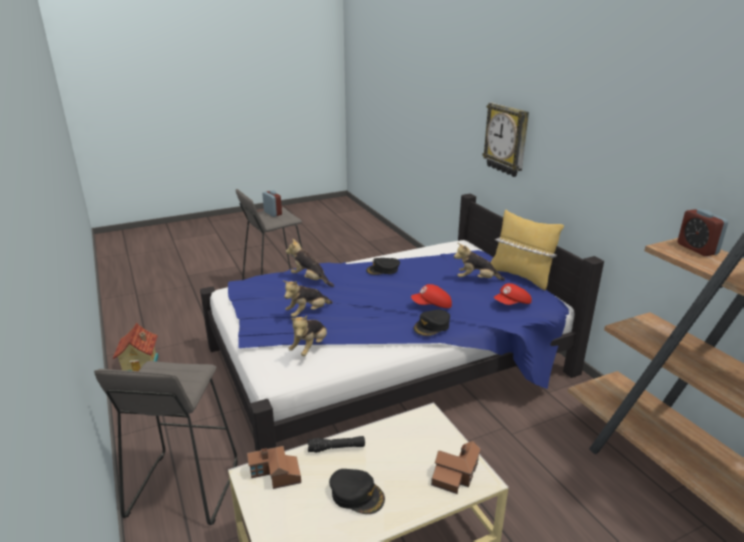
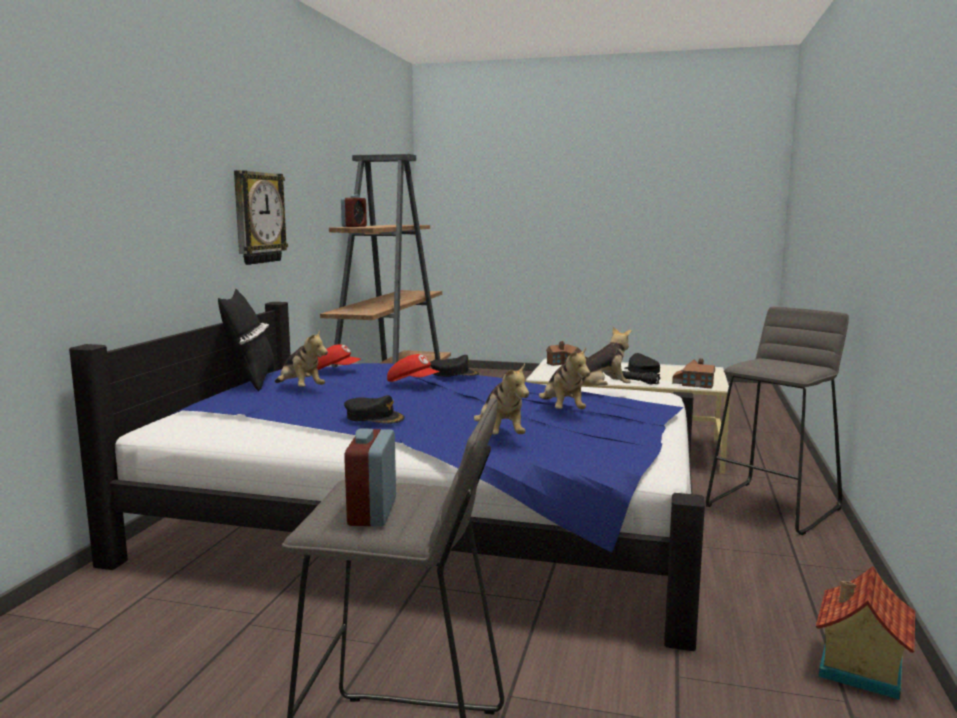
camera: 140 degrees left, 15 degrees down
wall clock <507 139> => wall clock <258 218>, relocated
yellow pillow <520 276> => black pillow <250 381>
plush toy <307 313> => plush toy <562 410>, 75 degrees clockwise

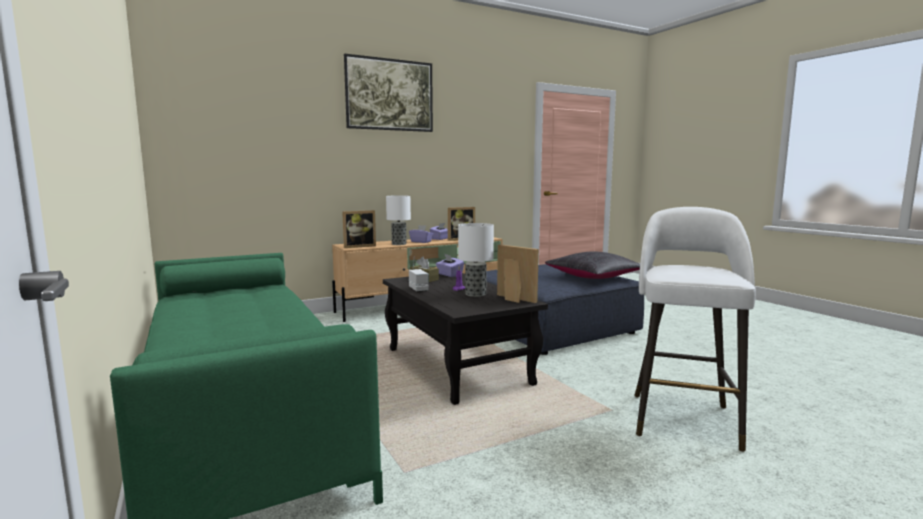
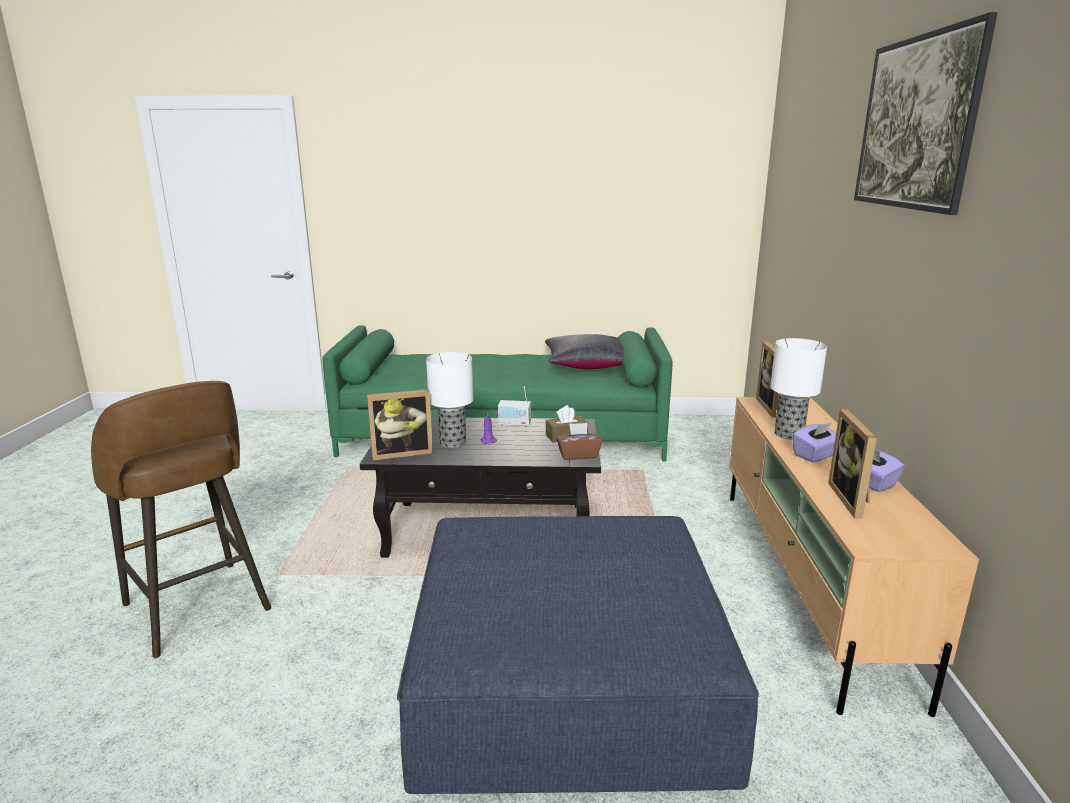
camera: 120 degrees right, 10 degrees up
black pillow <593 277> => black pillow <588 364>, relocated
purple tissue box <449 275> => brown tissue box <578 455>
white stool <683 418> => brown stool <198 609>

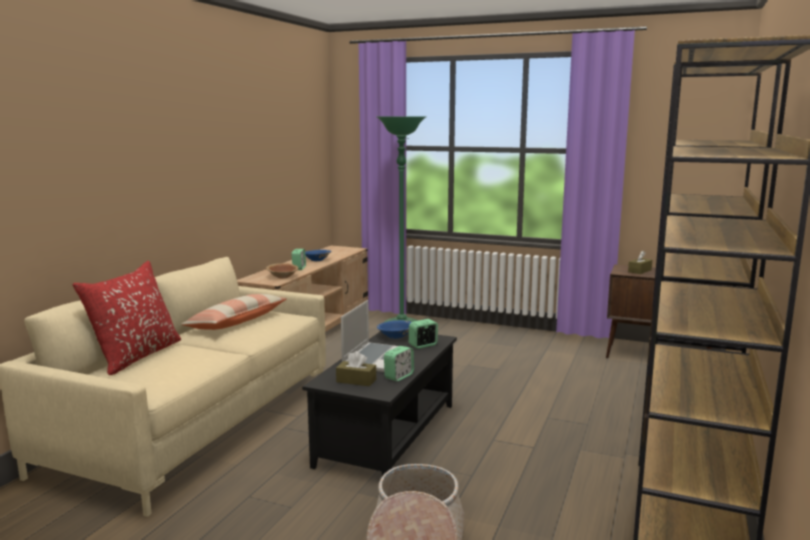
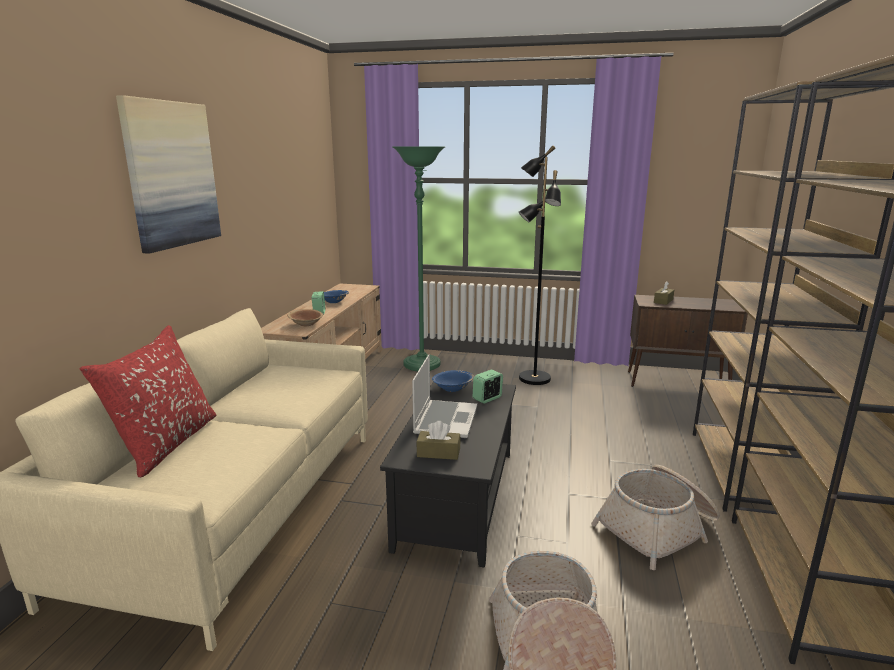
camera: 10 degrees left, 5 degrees up
pillow <237 322> => nothing
alarm clock <399 376> => nothing
nothing => picture <171 174>
nothing => black floor lamp <533 379>
nothing => basket <658 529>

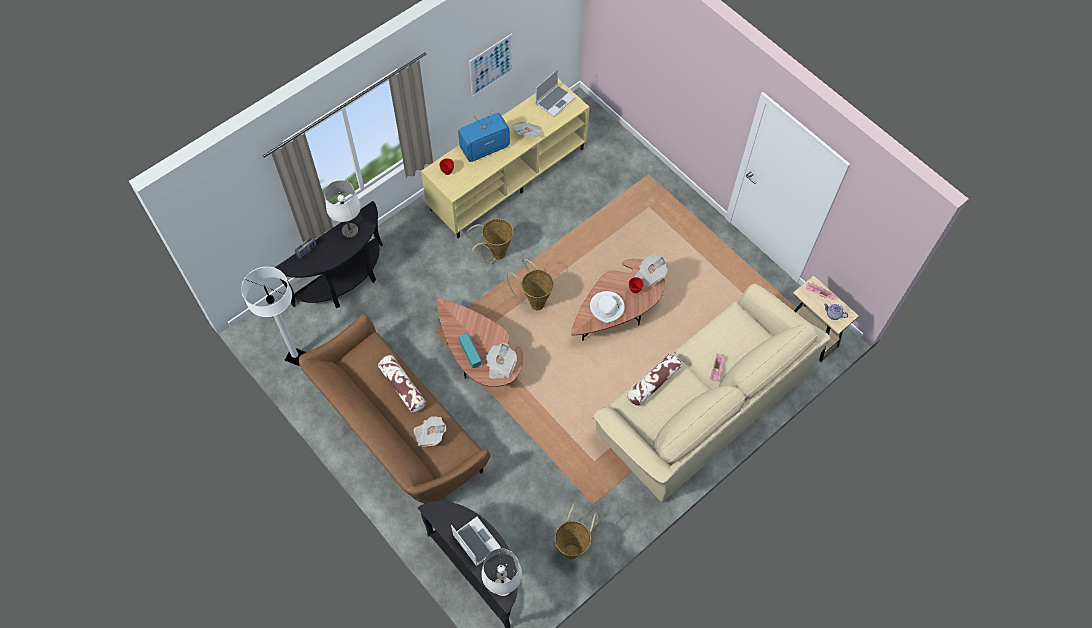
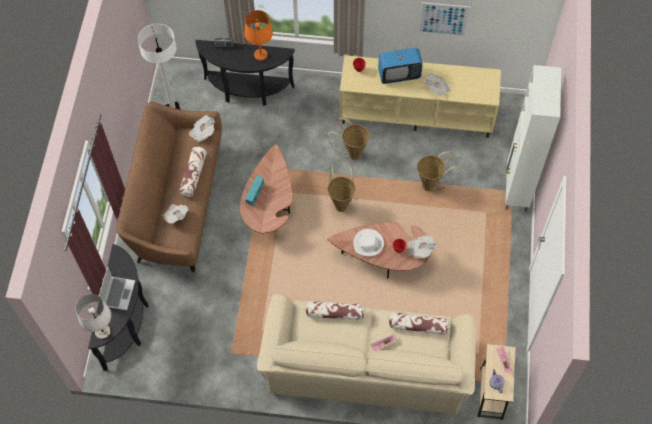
camera: 50 degrees right, 0 degrees up
laptop <555 100> => nothing
nothing => pillow <418 326>
nothing => white cabinet <516 190>
newspaper <500 365> => newspaper <202 132>, relocated
basket <573 547> => basket <431 185>, relocated
white table lamp <350 231> => orange table lamp <260 55>
television <485 148> => television <399 75>, 150 degrees clockwise

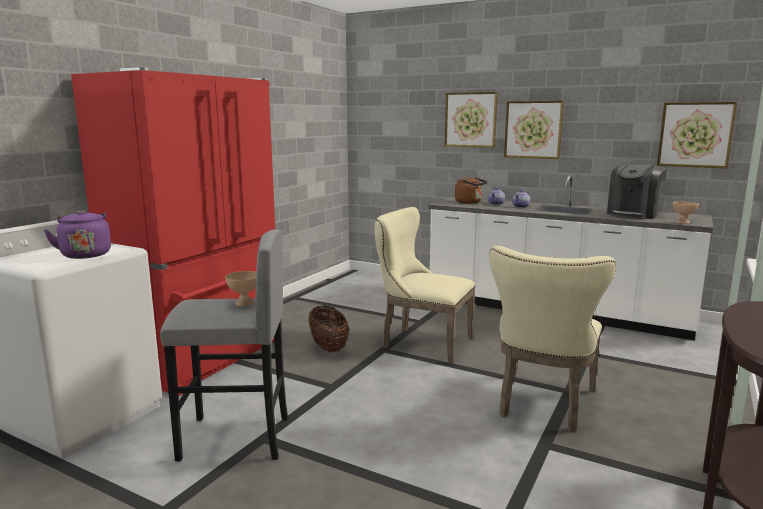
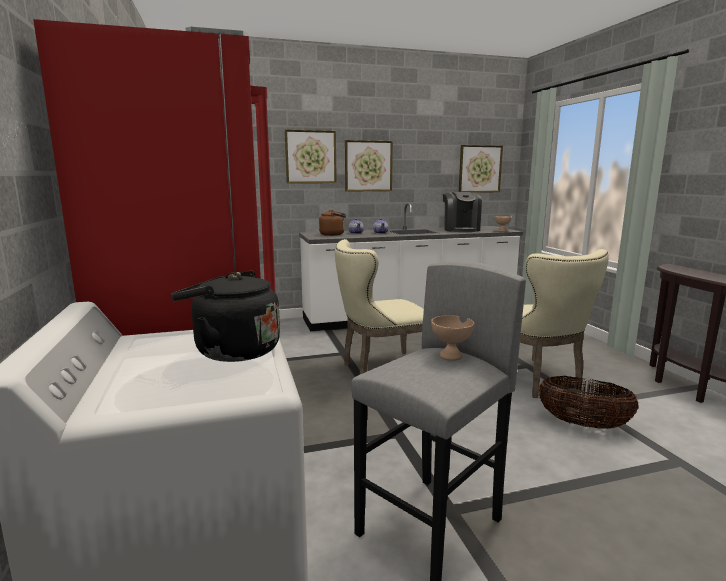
camera: 45 degrees left, 0 degrees up
basket <328 347> => basket <583 424>, relocated
purple kettle <85 254> => black kettle <232 351>

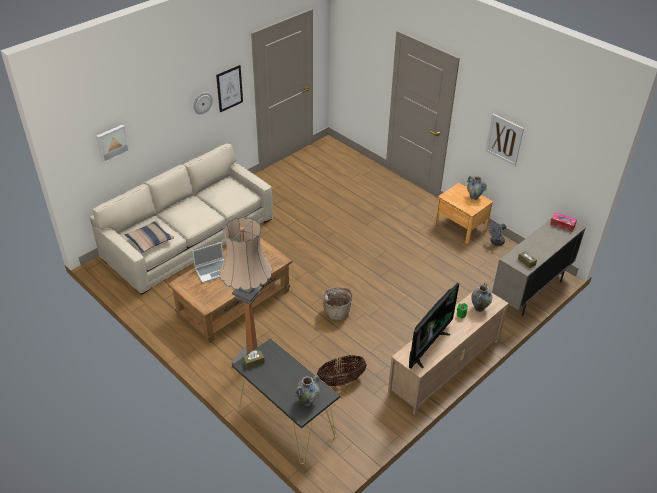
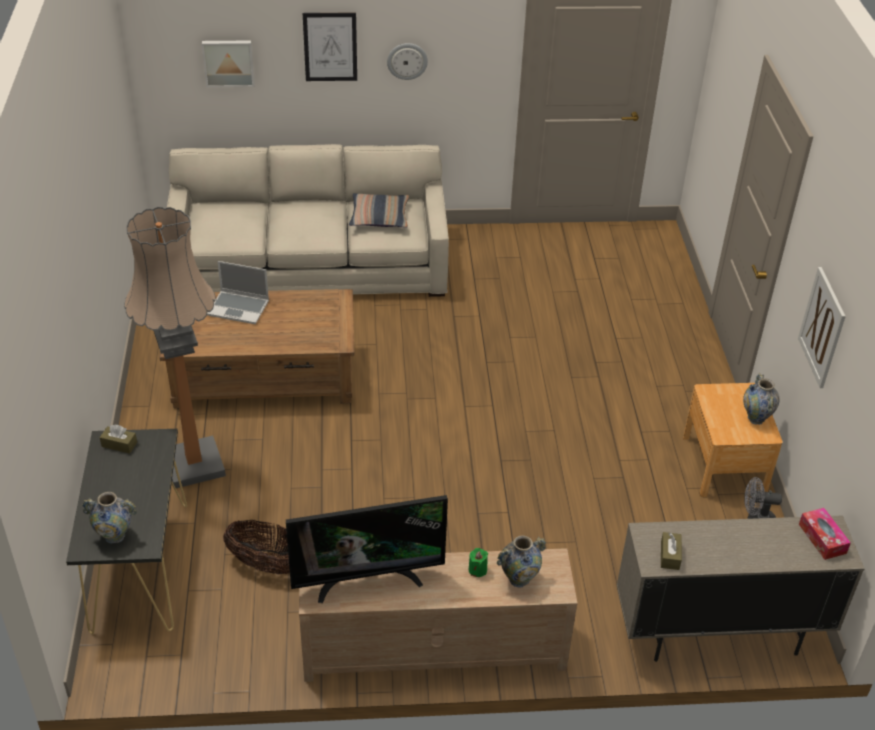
camera: 40 degrees right, 0 degrees up
basket <337 312> => nothing
pillow <150 240> => pillow <379 217>, relocated
picture <229 88> => picture <330 47>, relocated

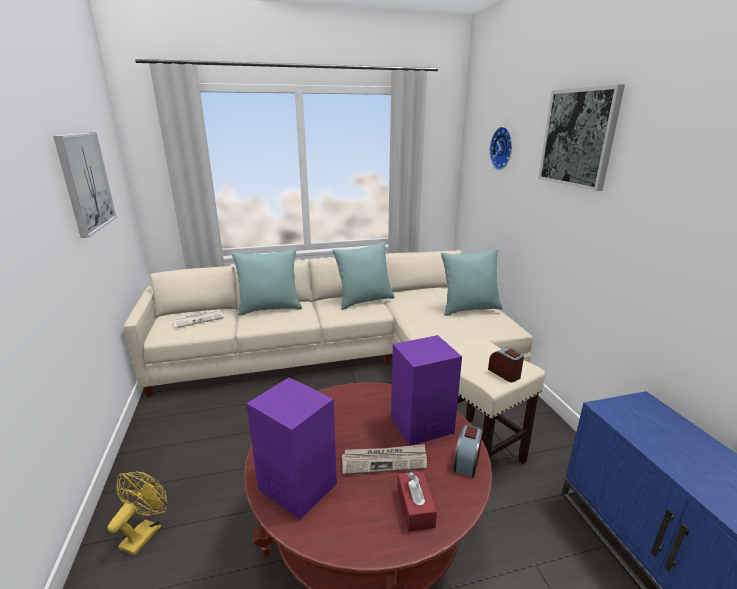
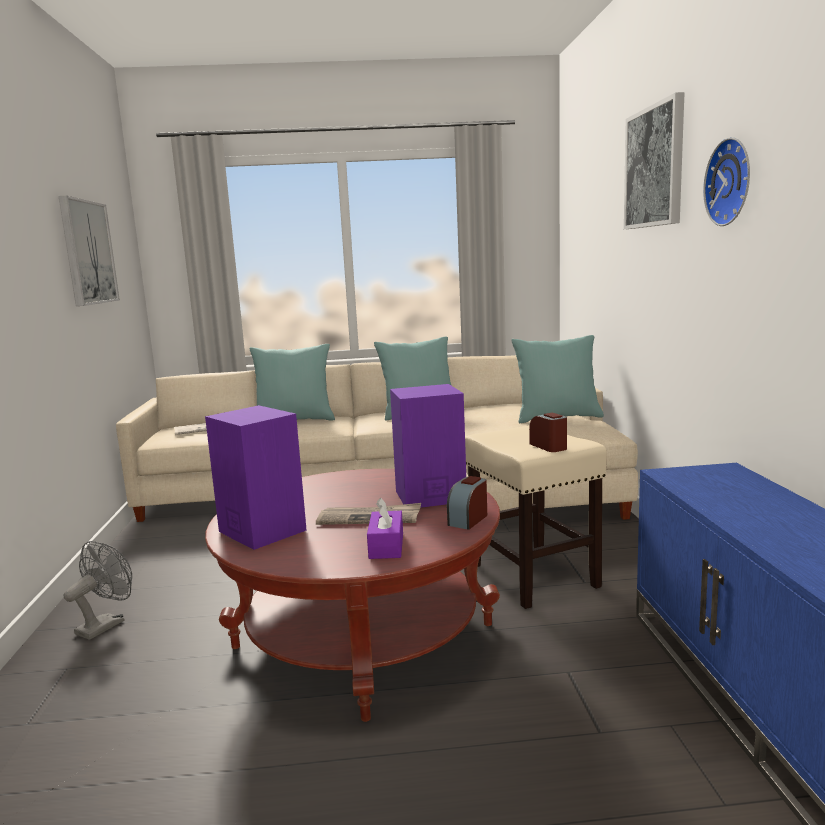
camera: 10 degrees right, 10 degrees down
wall clock <503 148> => wall clock <732 182>, relocated
yellow fan <145 532> => grey fan <106 624>
red tissue box <415 507> => purple tissue box <386 546>

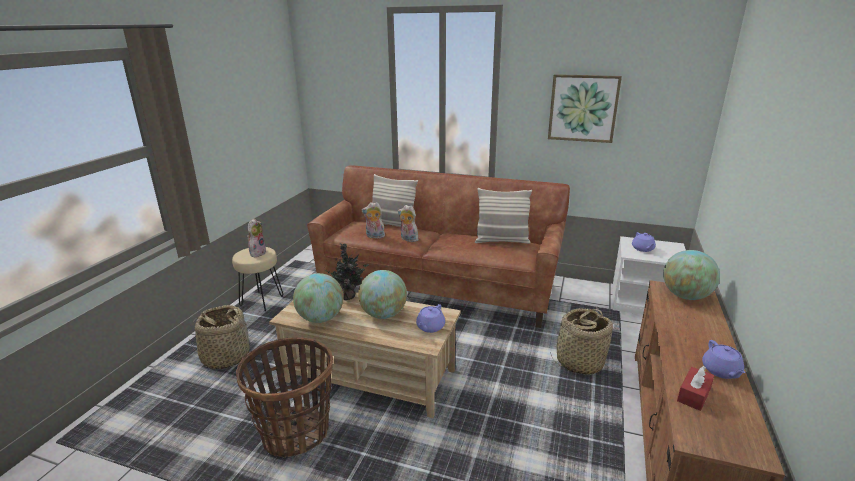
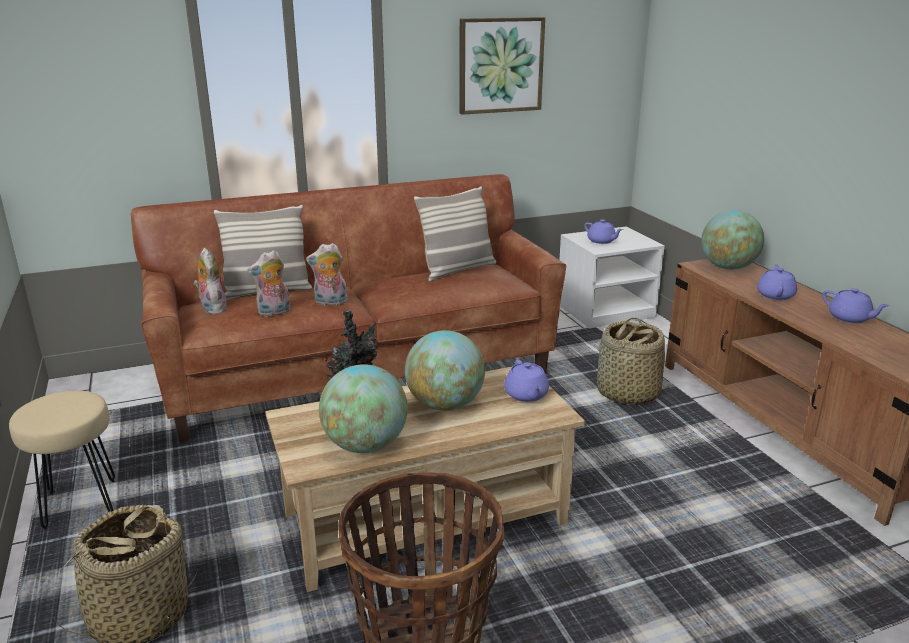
camera: 40 degrees left, 0 degrees up
red tissue box <693 395> => nothing
nothing => purple teapot <775 295>
plush toy <257 253> => plush toy <212 308>, relocated

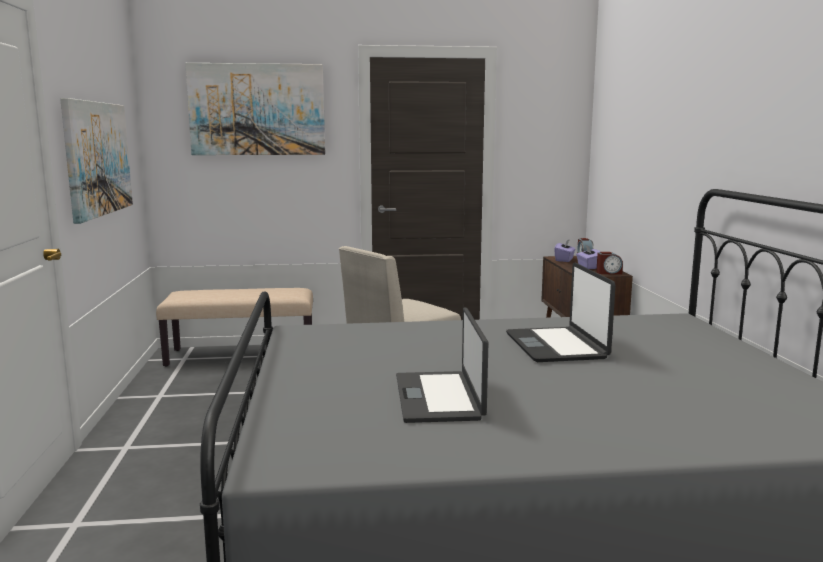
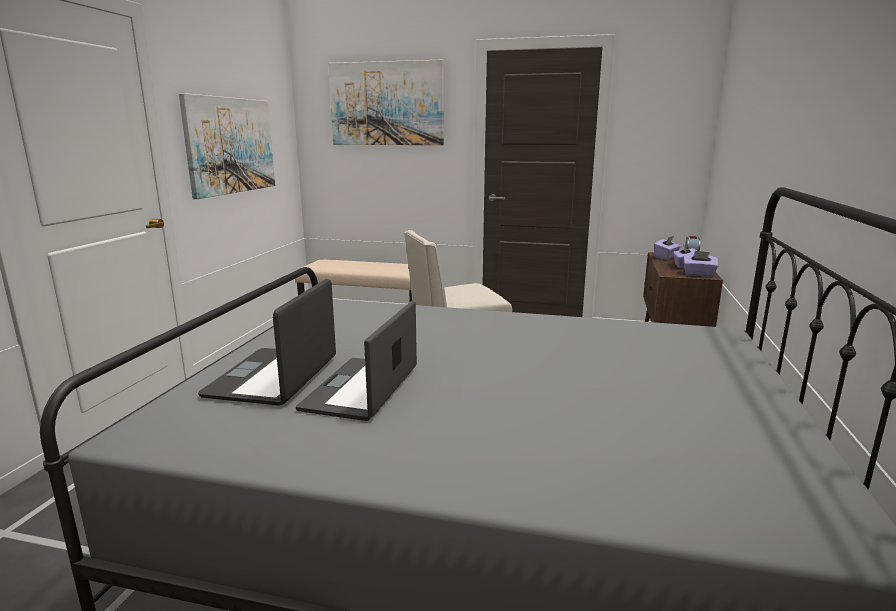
camera: 20 degrees right, 5 degrees up
laptop <557 346> => laptop <275 378>, relocated
alarm clock <608 273> => purple tissue box <698 274>

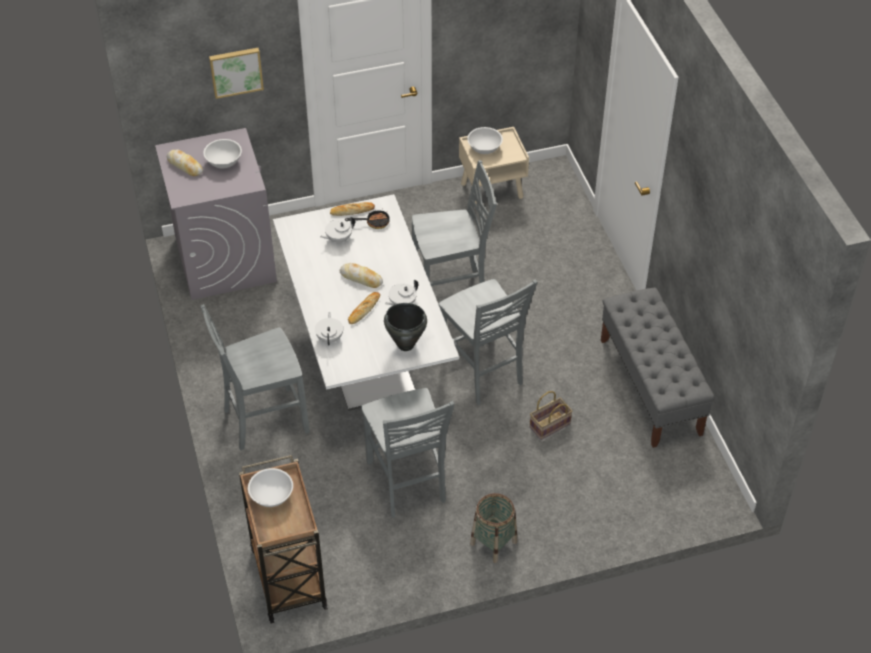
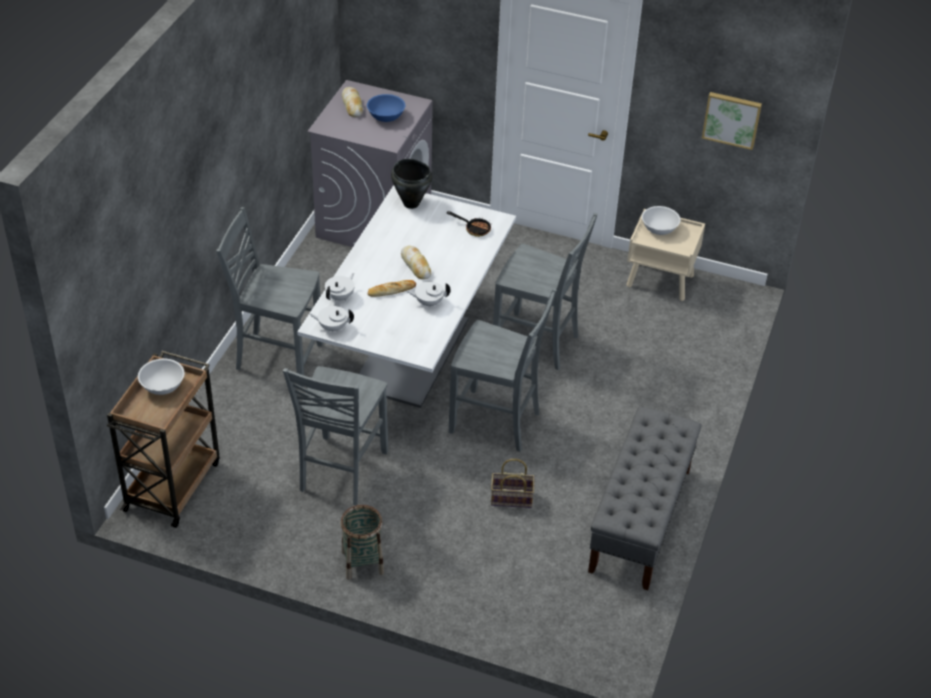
camera: 35 degrees right, 5 degrees down
bread <352 211> => nothing
picture <236 71> => picture <732 119>, relocated
white teapot <338 239> => white teapot <332 327>, relocated
black cooking pot <405 344> => black cooking pot <411 203>, relocated
white bowl <223 162> => blue bowl <386 116>
grey chair <483 373> => grey chair <496 422>, 75 degrees counterclockwise

